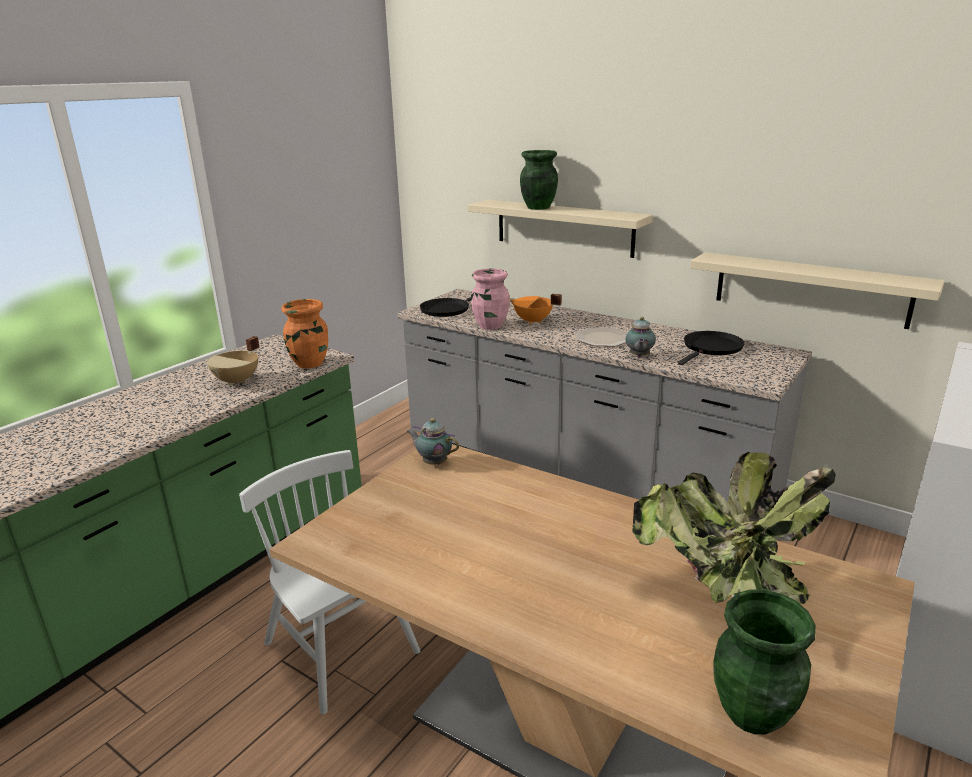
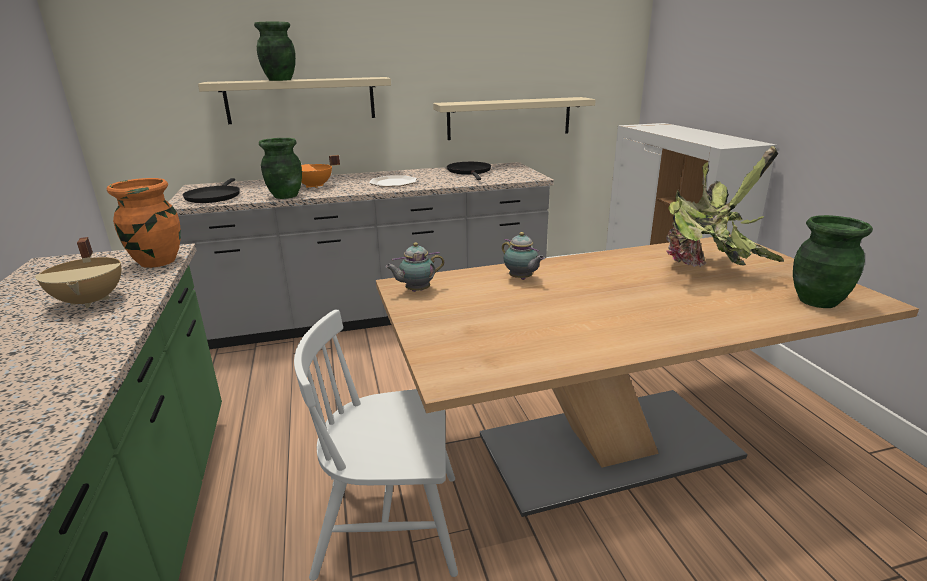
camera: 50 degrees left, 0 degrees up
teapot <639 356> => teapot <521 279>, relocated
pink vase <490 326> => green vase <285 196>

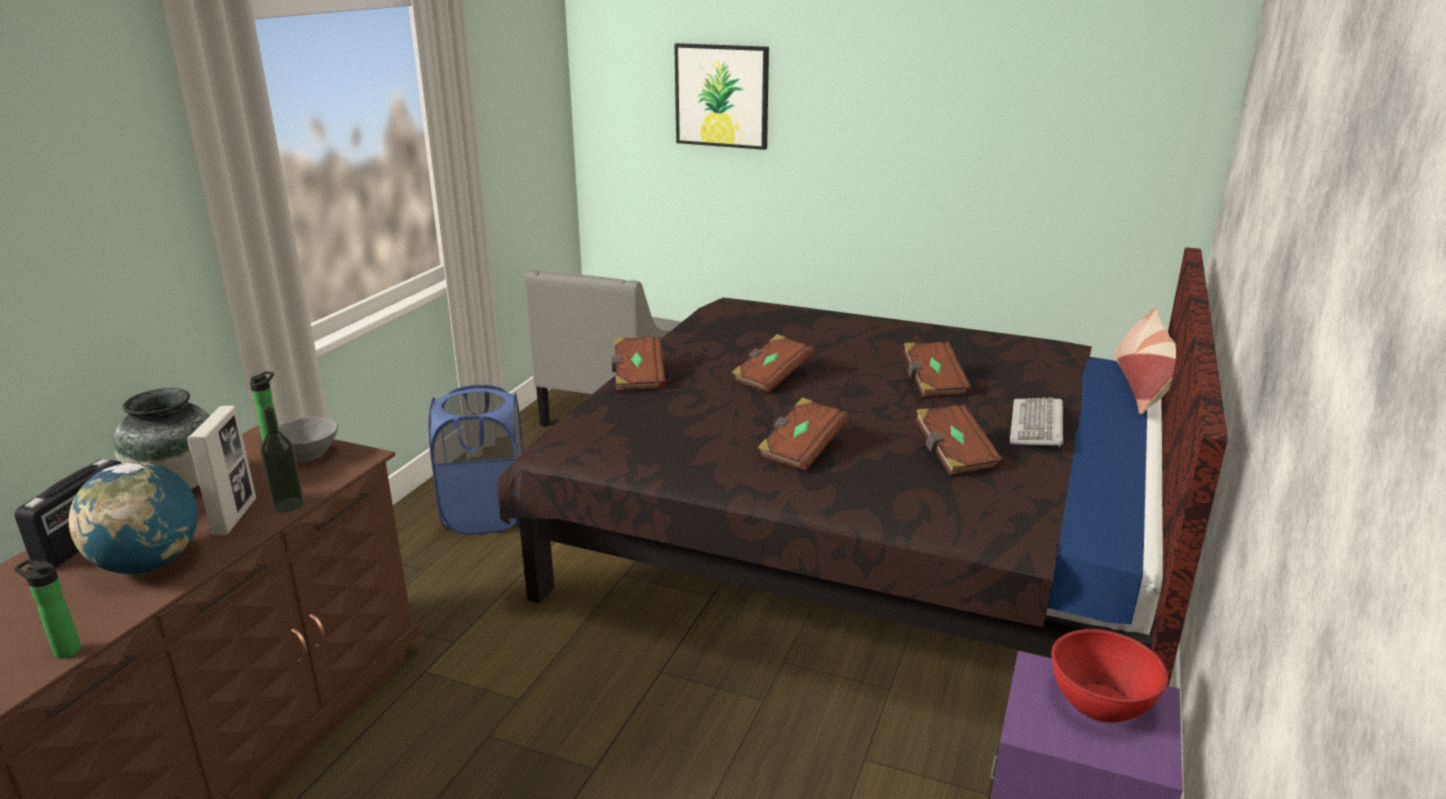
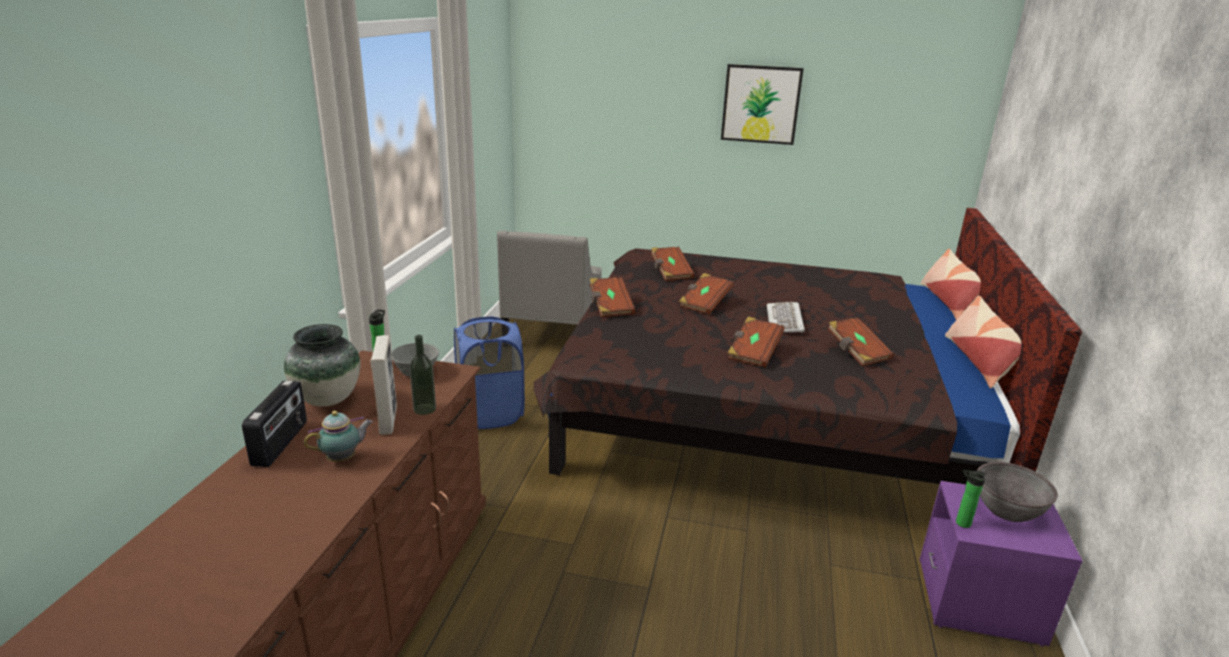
camera: 10 degrees left, 0 degrees up
nothing => pillow <979 361>
bottle <64 650> => bottle <960 523>, relocated
picture <722 96> => picture <761 104>, relocated
brown book <933 384> => brown book <670 273>, relocated
keyboard <1037 426> => keyboard <785 320>, relocated
globe <149 564> => teapot <343 459>
red bowl <1100 702> => grey bowl <1007 509>

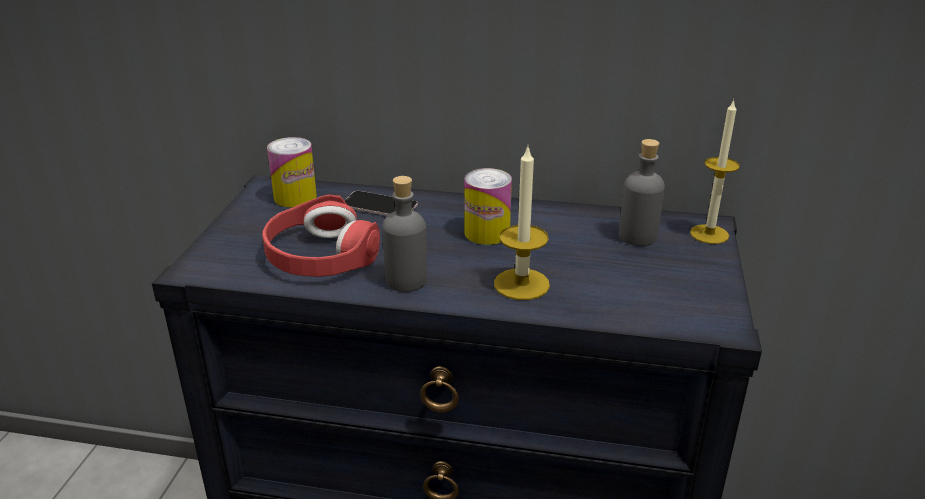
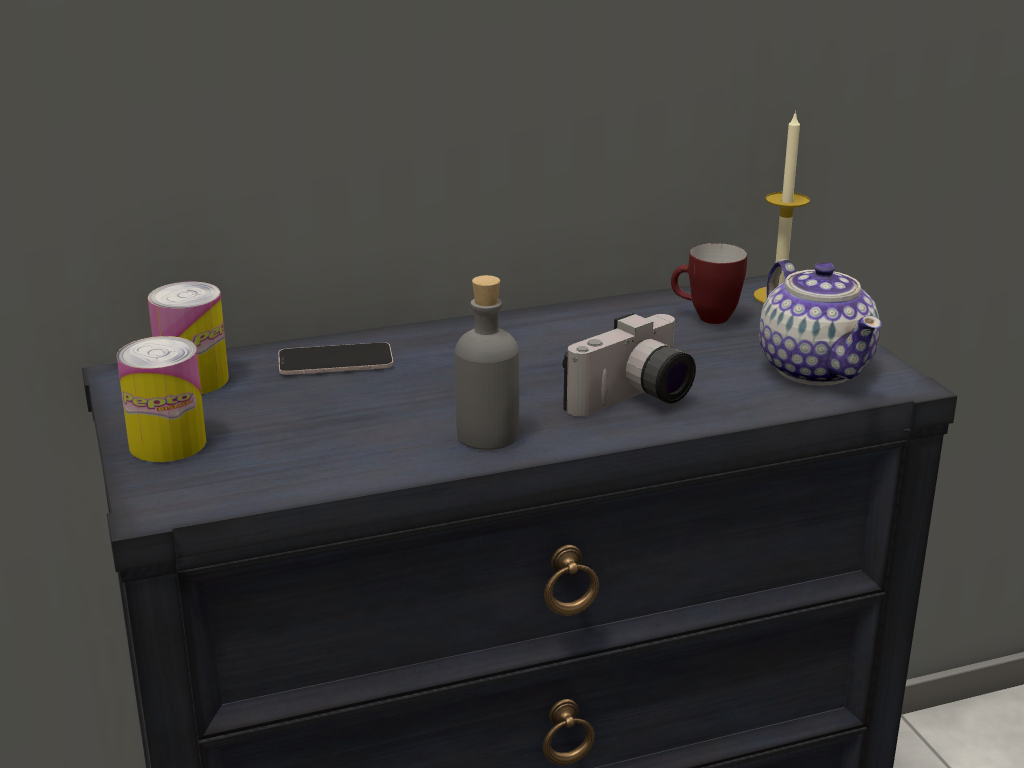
camera: 30 degrees left, 5 degrees down
red headphones <320 256> => nothing
nothing => teapot <815 368>
can <487 233> => can <167 443>, relocated
candle <521 284> => photo camera <635 401>
grey bottle <637 236> => mug <705 318>

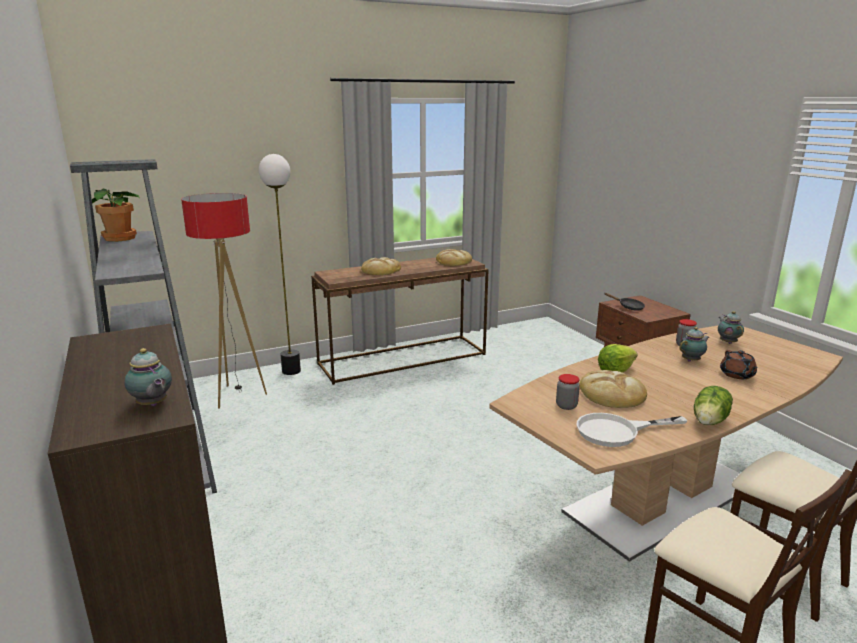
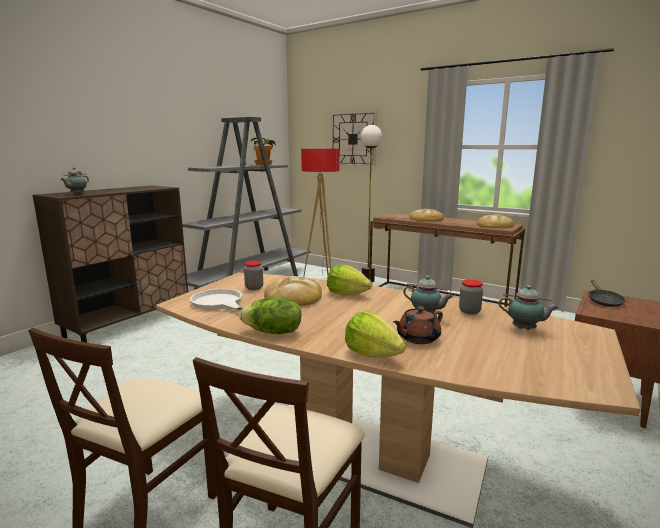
camera: 60 degrees right, 5 degrees down
nothing => wall clock <353 139>
nothing => lettuce <372 354>
teapot <727 342> => teapot <525 329>, 60 degrees clockwise

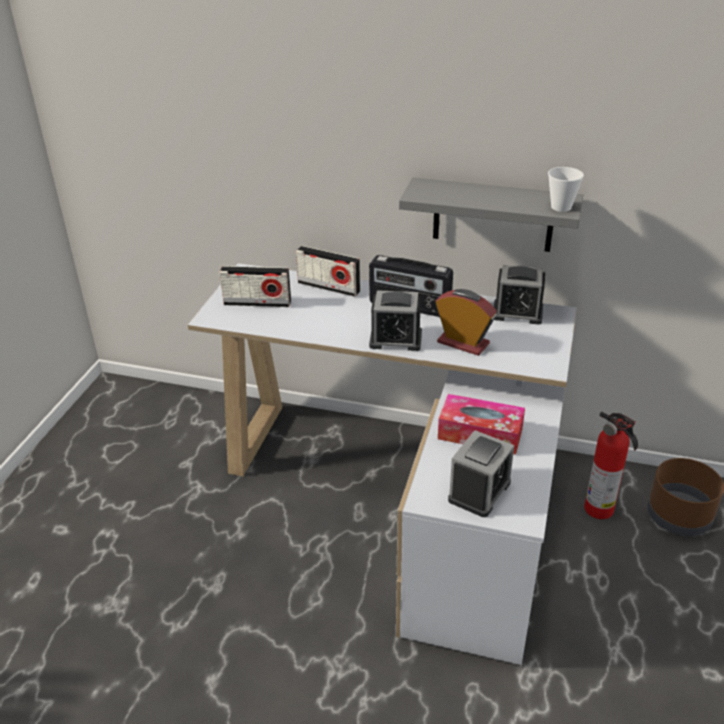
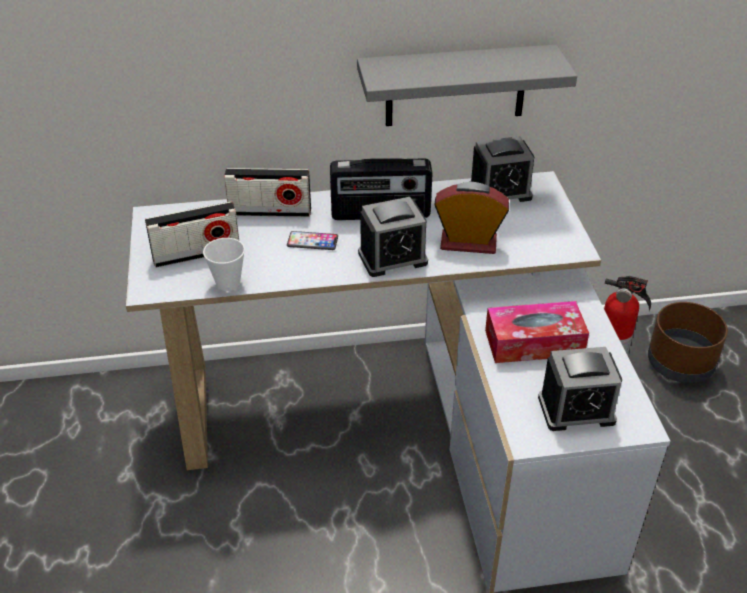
camera: 25 degrees left, 5 degrees up
nothing => phone <312 241>
cup <561 207> => cup <228 283>, relocated
alarm clock <479 491> => alarm clock <576 409>, 75 degrees clockwise

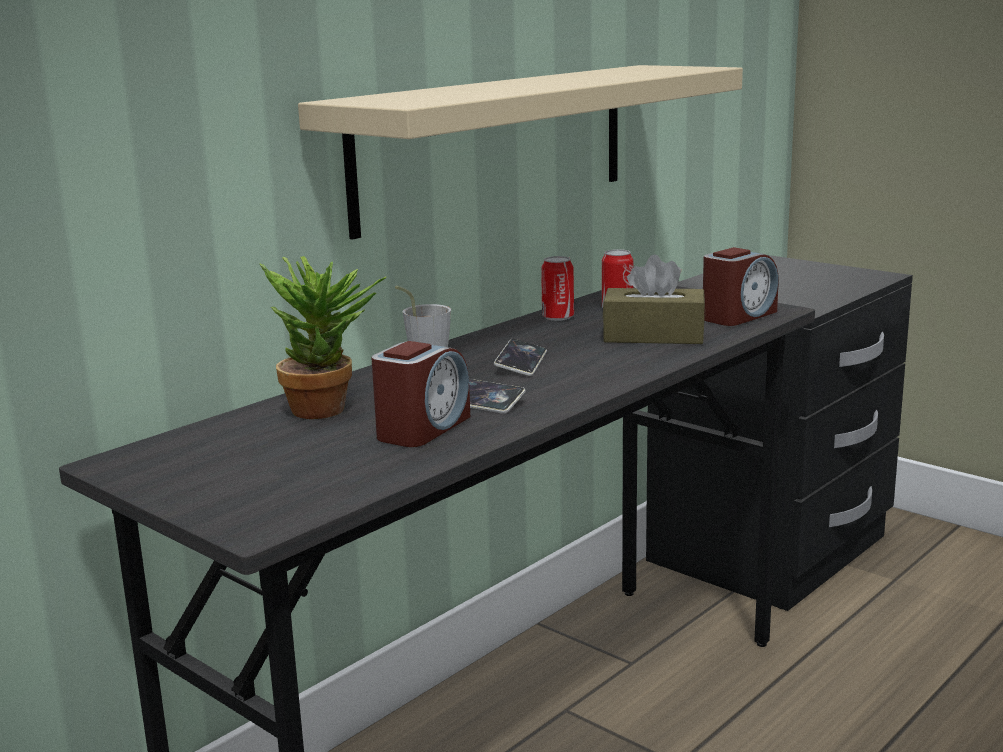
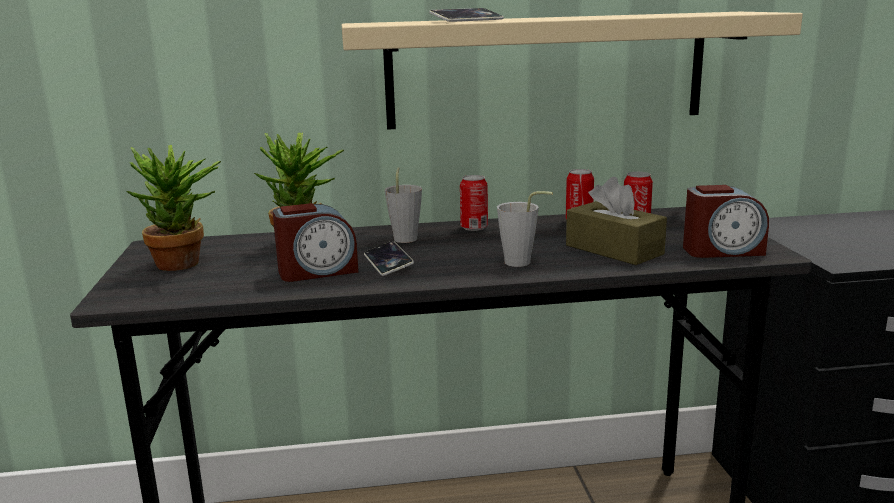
camera: 40 degrees right, 0 degrees up
nothing => potted plant <185 265>
nothing => can <474 227>
nothing => grey cup <523 263>
phone <521 363> => phone <467 20>, relocated

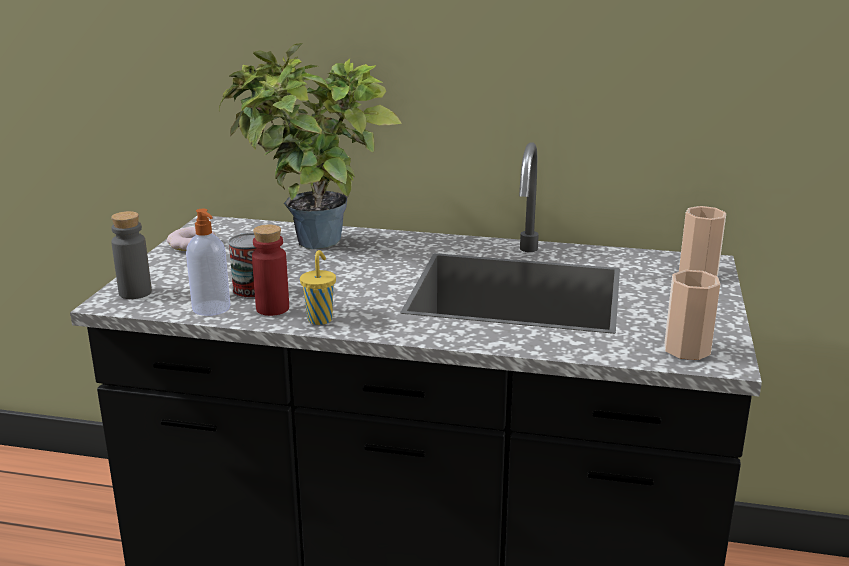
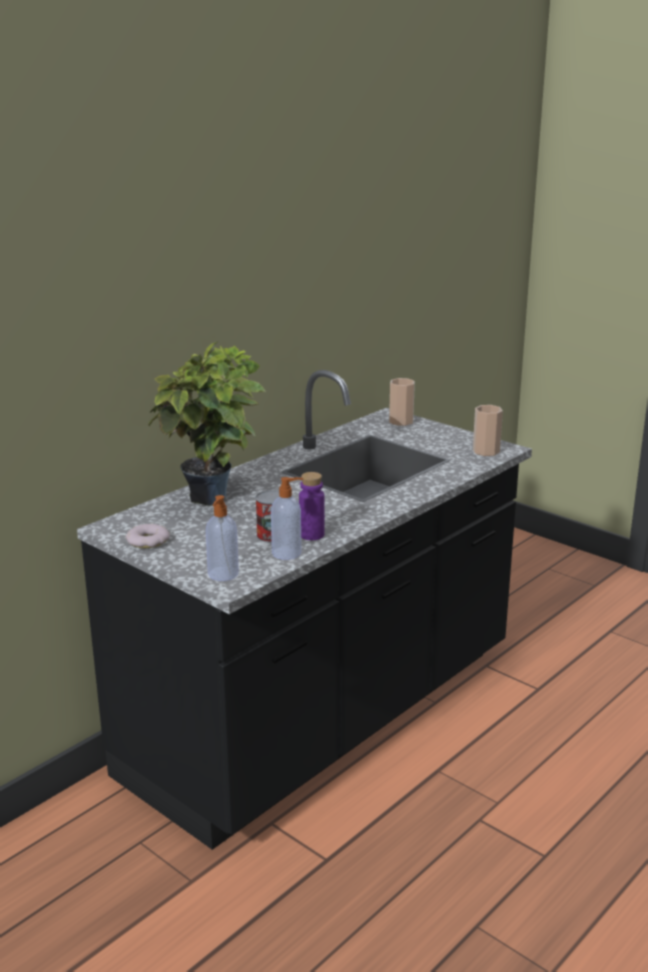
camera: 60 degrees left, 0 degrees up
yellow cup <320 319> => nothing
grey bottle <135 293> => soap dispenser <222 574>
red bottle <272 308> => purple bottle <312 535>

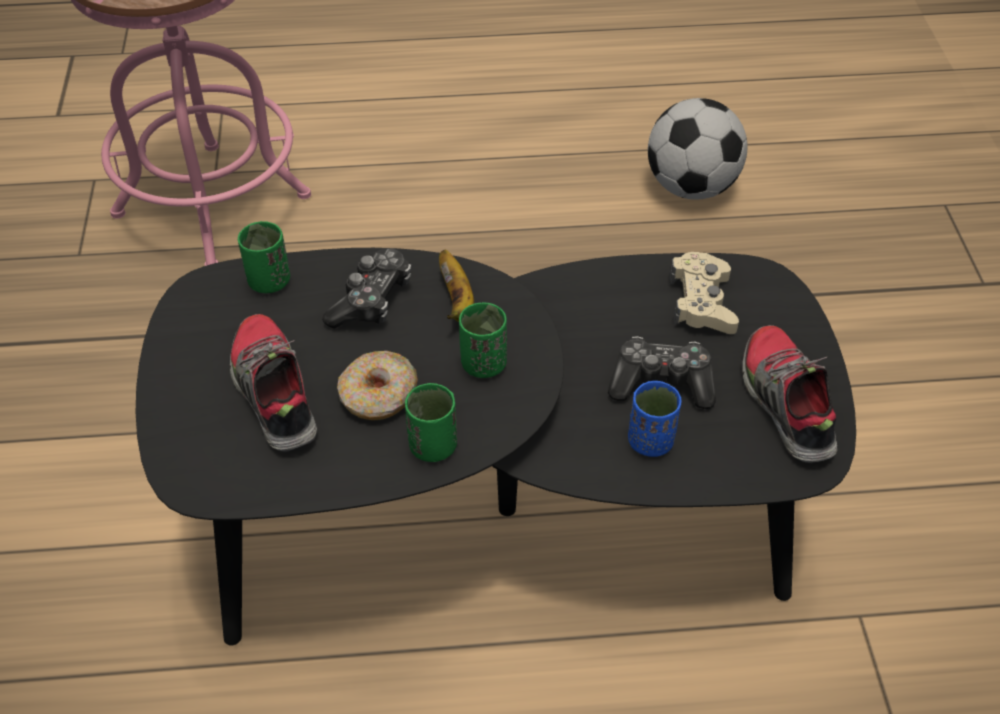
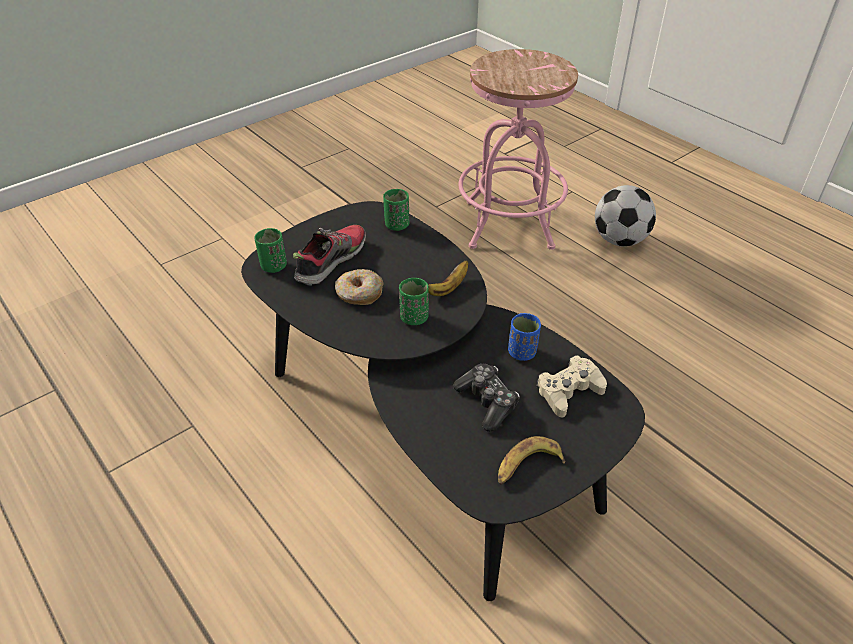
camera: 55 degrees right, 5 degrees down
game controller <371 300> => nothing
green cup <432 446> => green cup <273 266>, relocated
blue cup <650 441> => blue cup <522 352>, relocated
football <690 188> => football <619 240>, relocated
shoe <785 404> => banana <527 466>

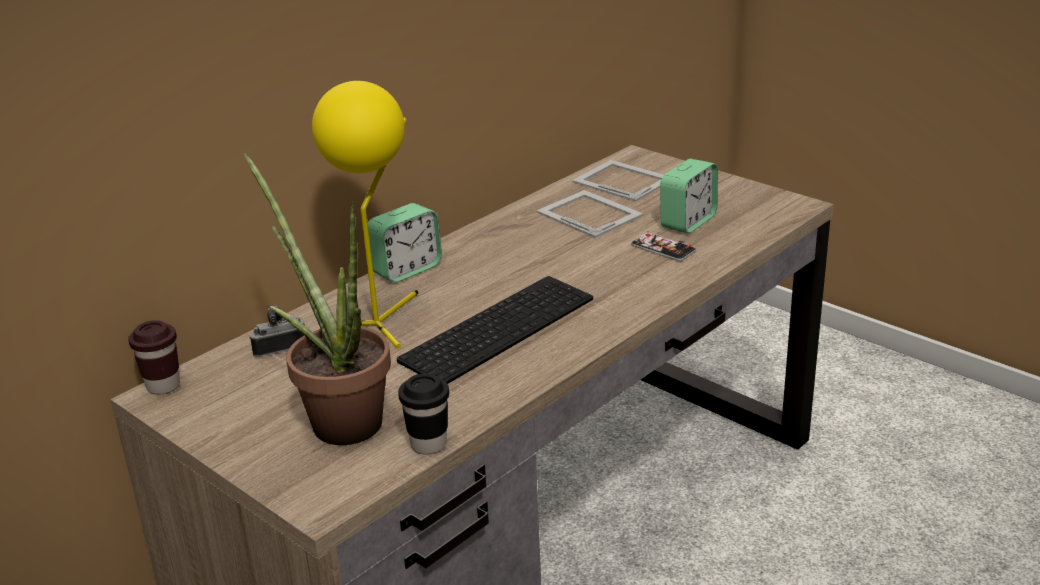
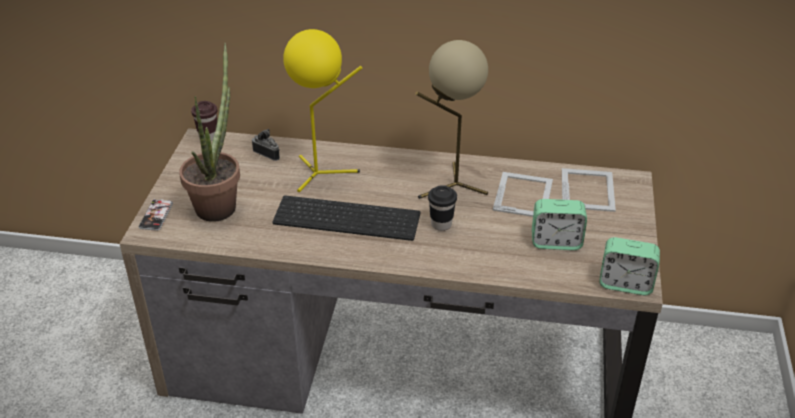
camera: 55 degrees right, 10 degrees up
nothing => beige table lamp <451 186>
alarm clock <406 269> => alarm clock <625 284>, relocated
black cup <428 444> => black cup <441 224>, relocated
phone <663 248> => phone <156 215>, relocated

